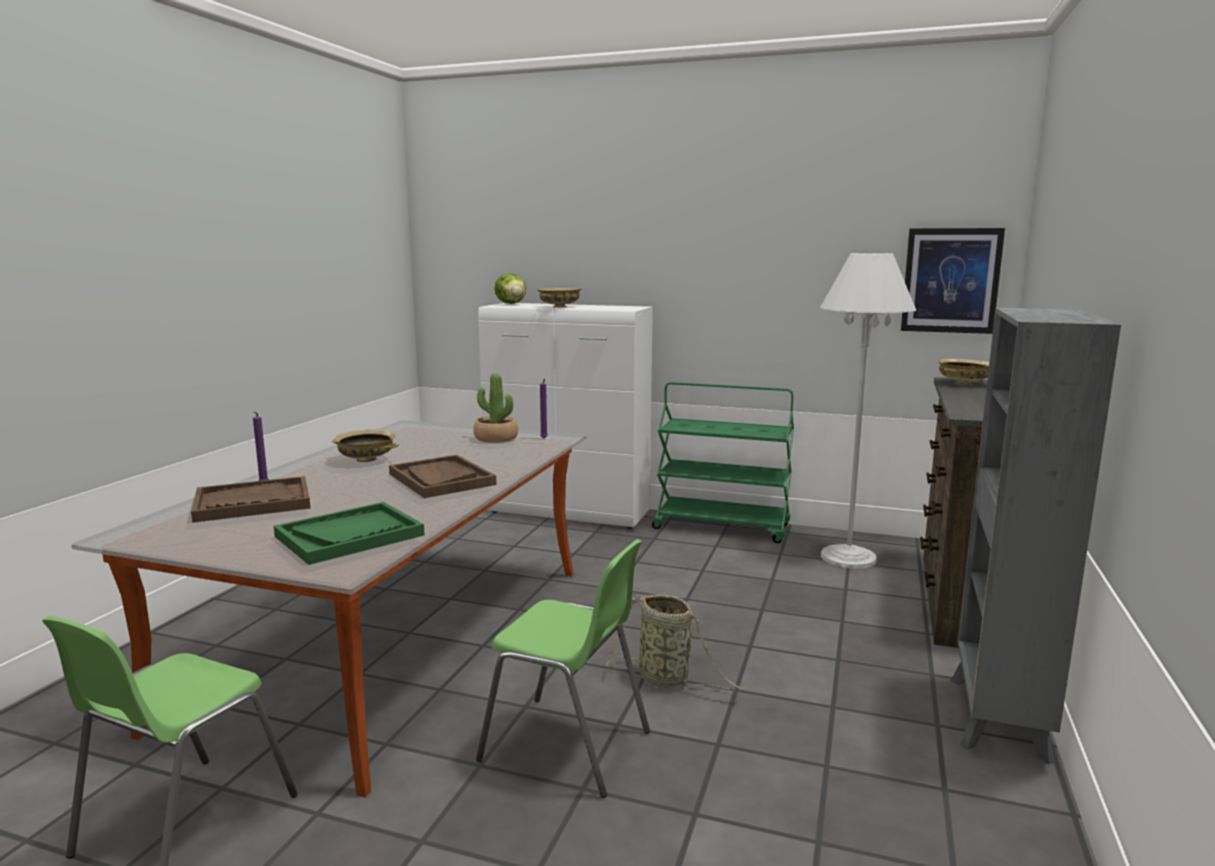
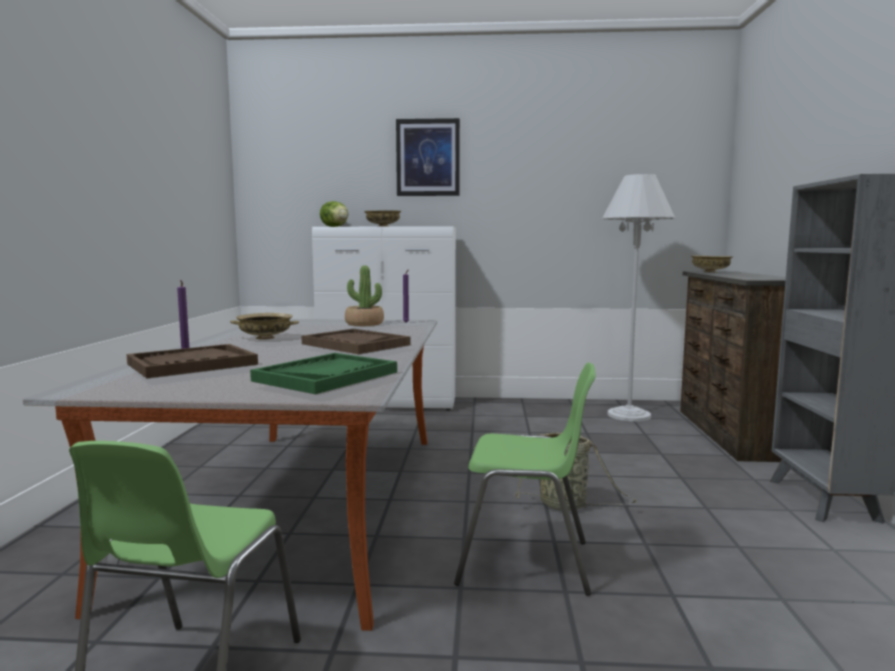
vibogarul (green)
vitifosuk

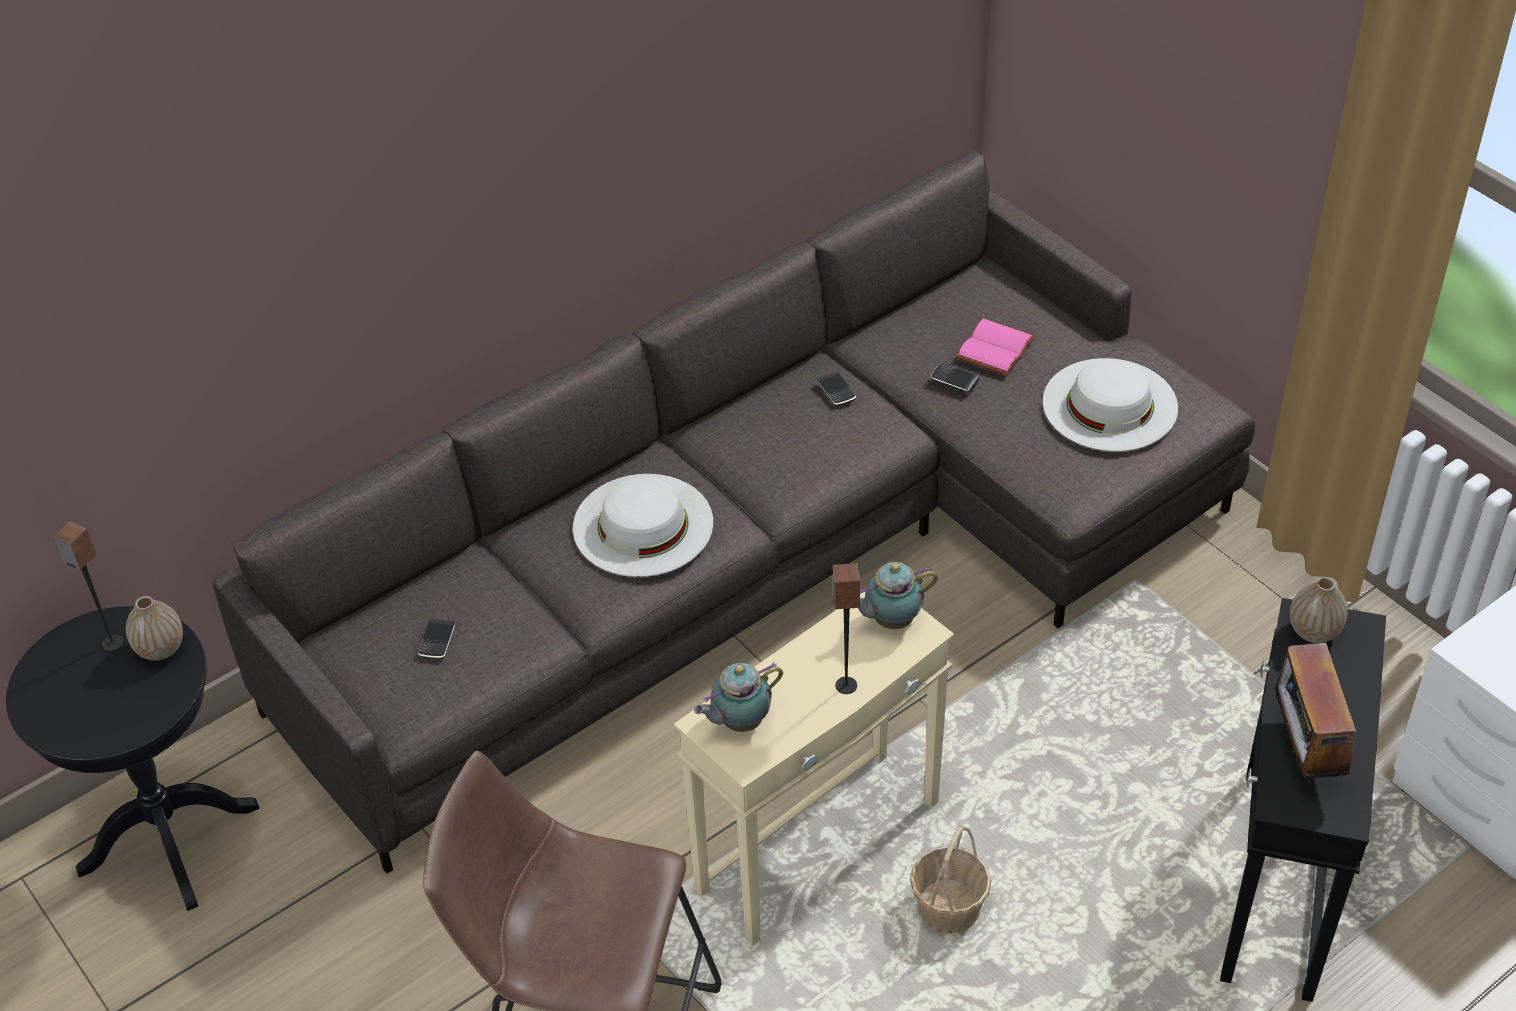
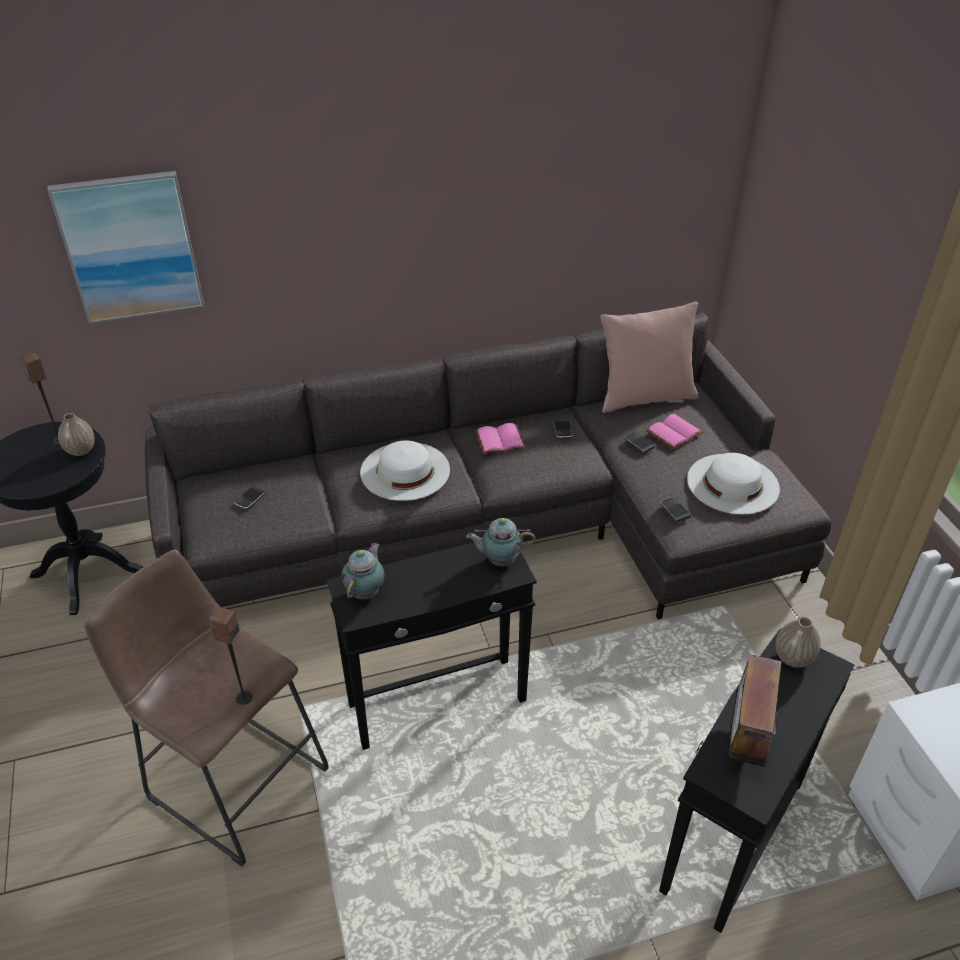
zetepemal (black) (2nd from left)
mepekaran (1st from left)
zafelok (2nd from left)
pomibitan
vitifosuk
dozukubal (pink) (1st from left)
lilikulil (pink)
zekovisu (4th from left)

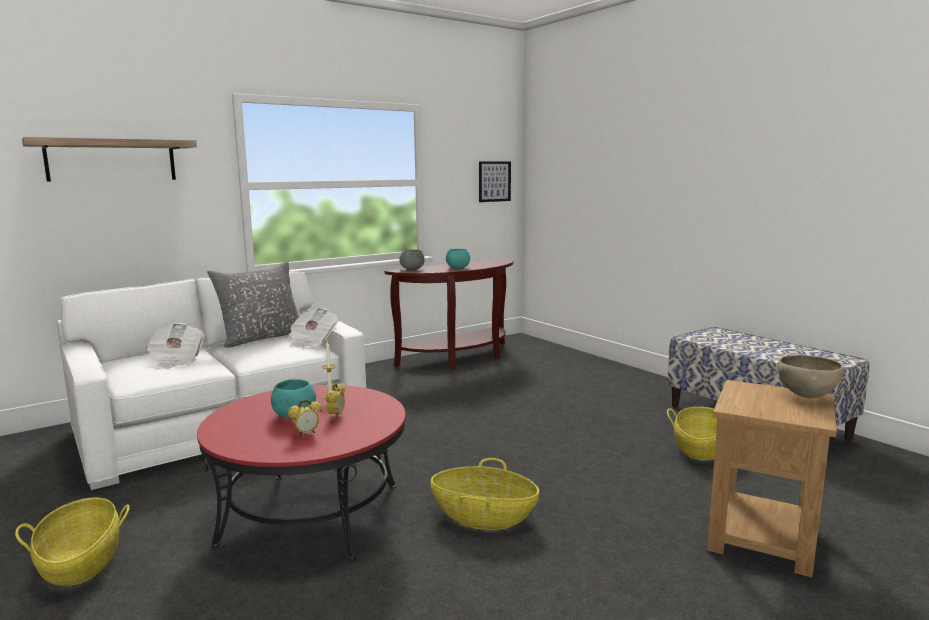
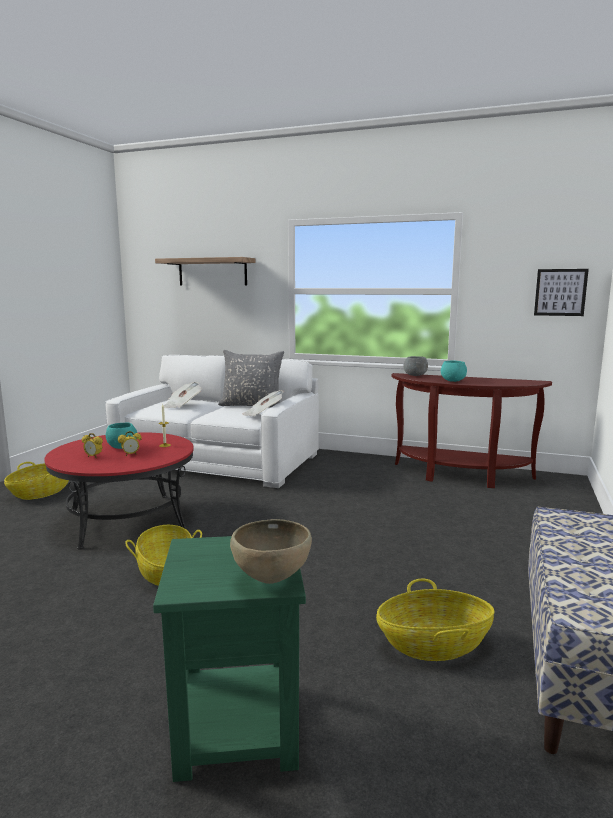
zetepemal (green)

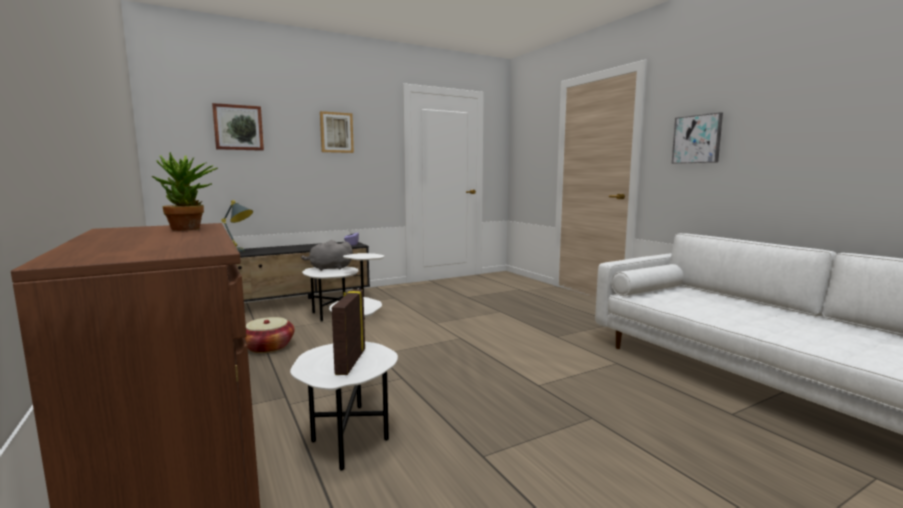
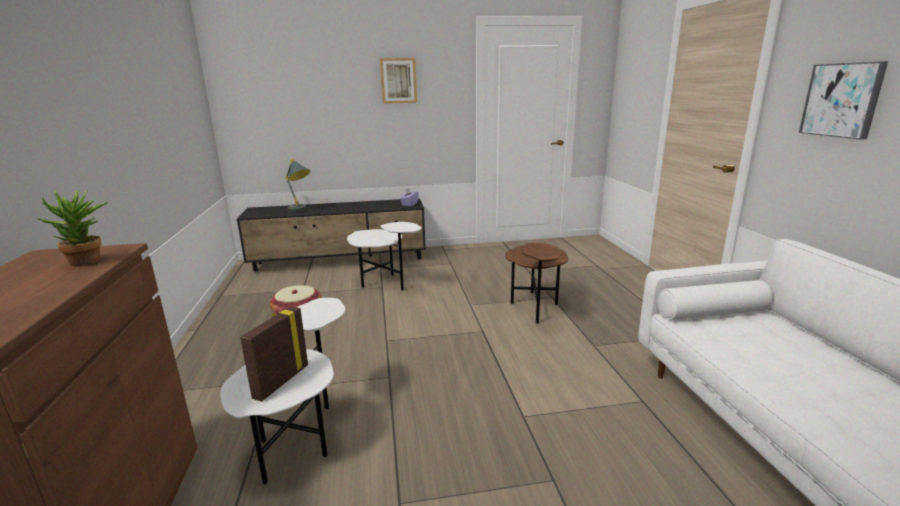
vitifosuk (1st from left in the first image)
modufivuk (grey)
zetepemal (brown)

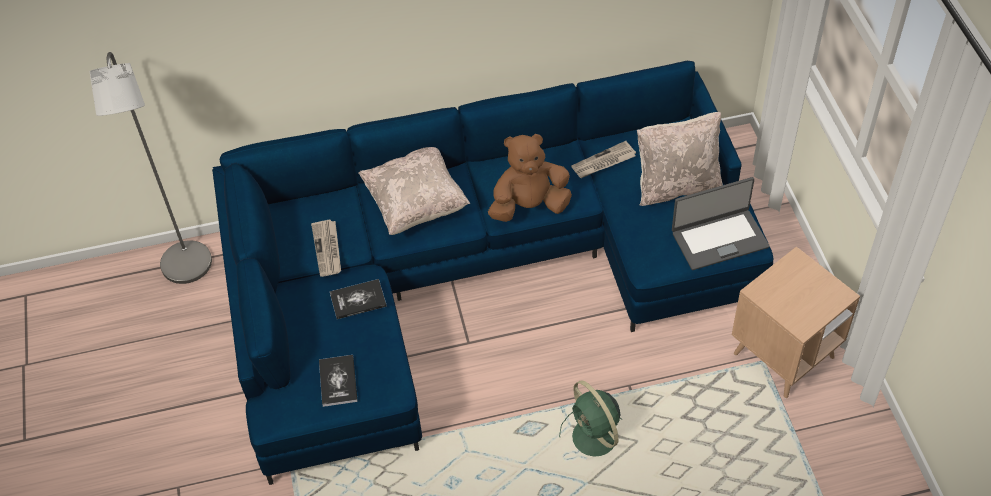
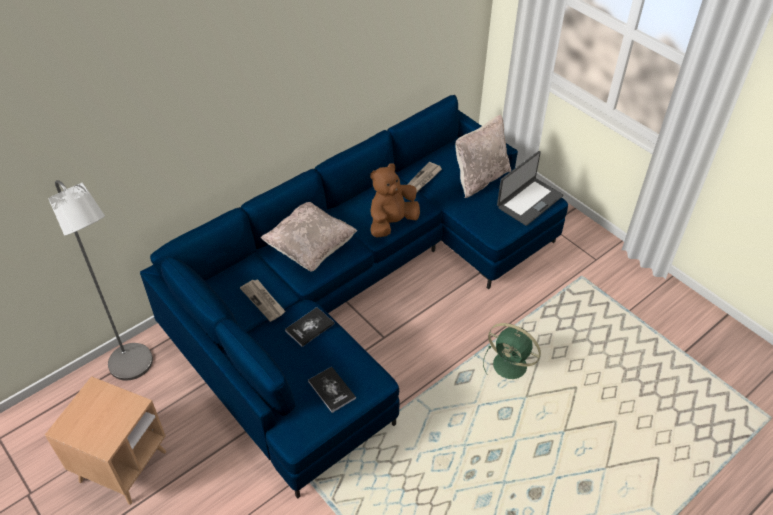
zetepemal (brown)

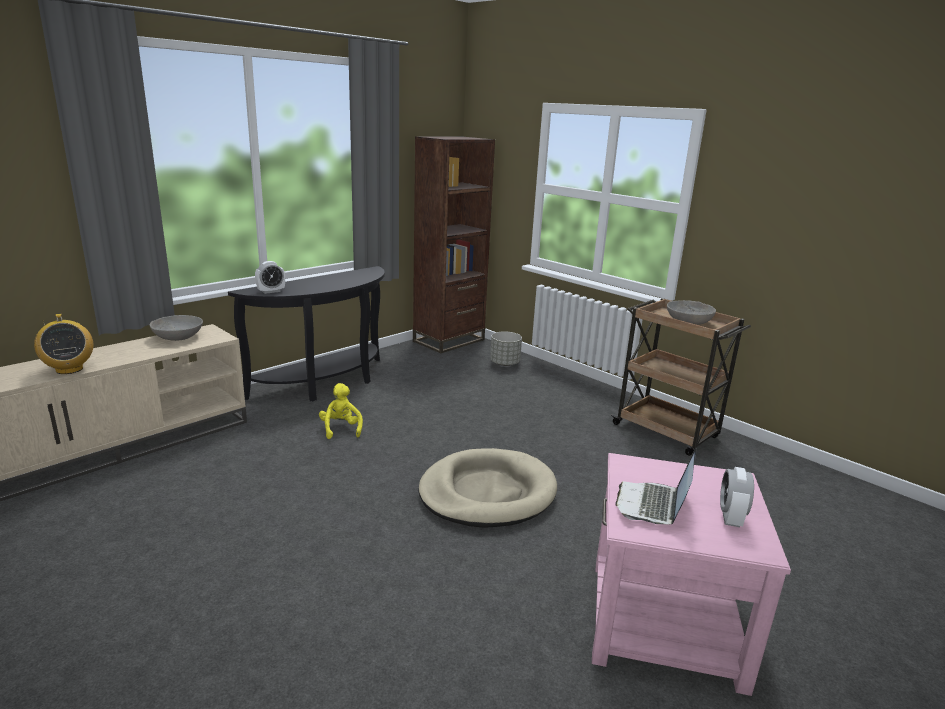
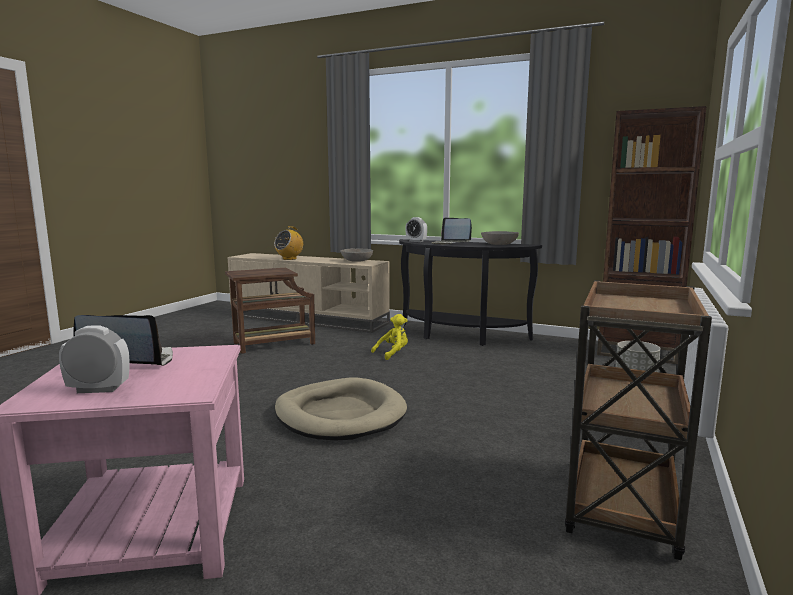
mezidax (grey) (2nd from left)
zetepemal (brown)
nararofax (2nd from left)

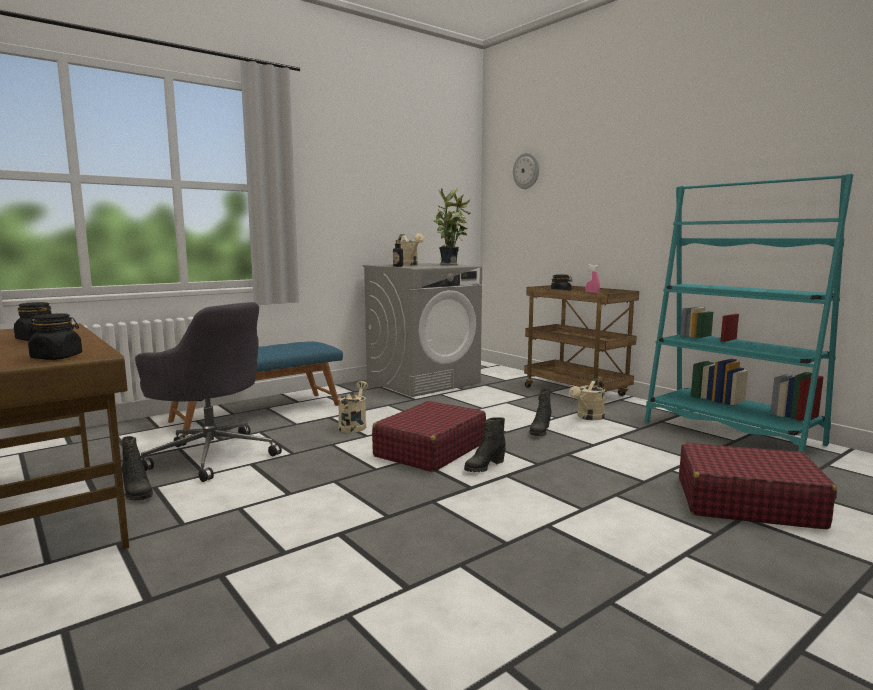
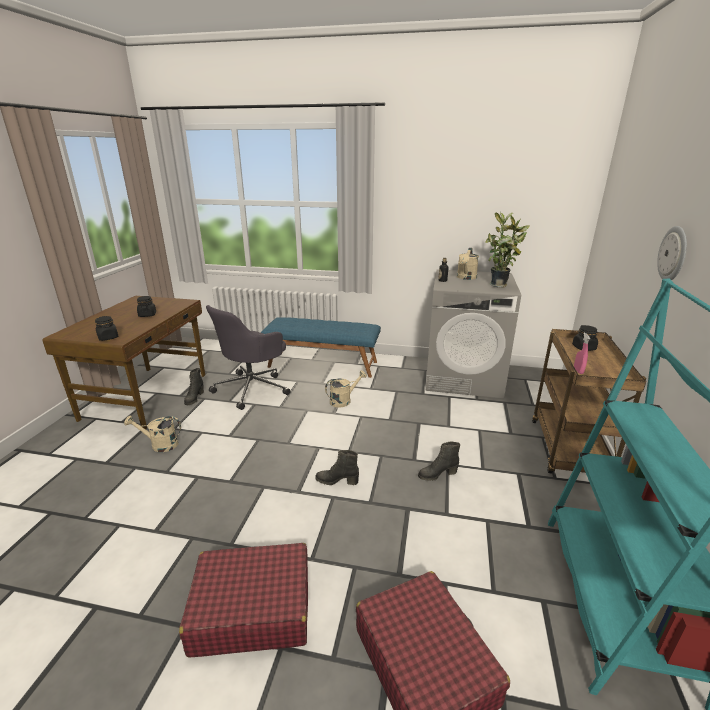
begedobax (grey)
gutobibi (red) (1st from left)
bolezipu
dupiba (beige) (1st from left)

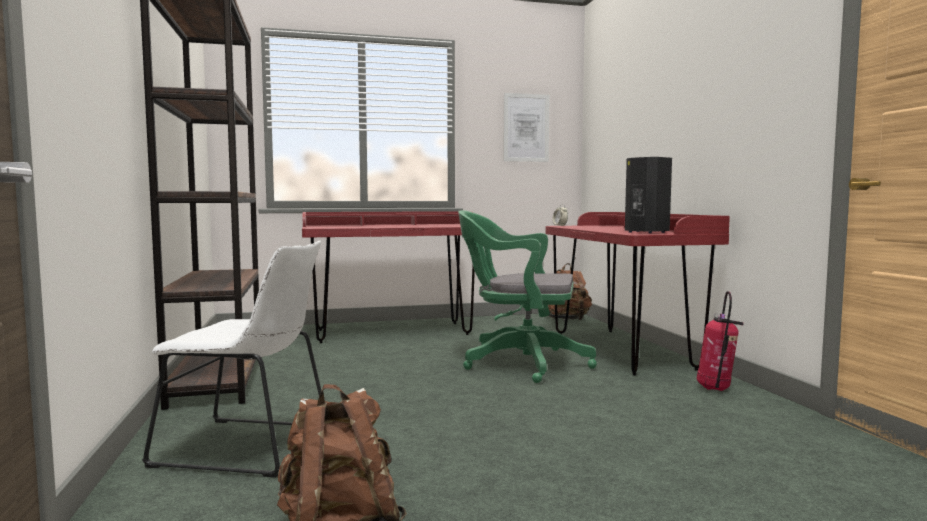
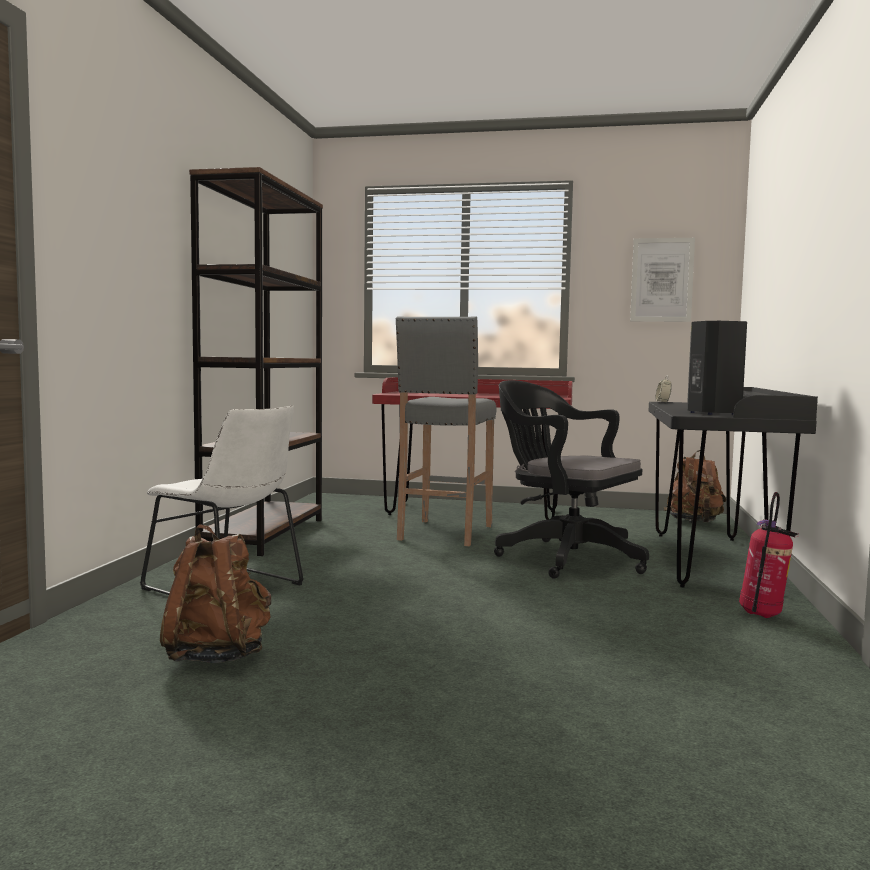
begedobax (black)
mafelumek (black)
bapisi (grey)

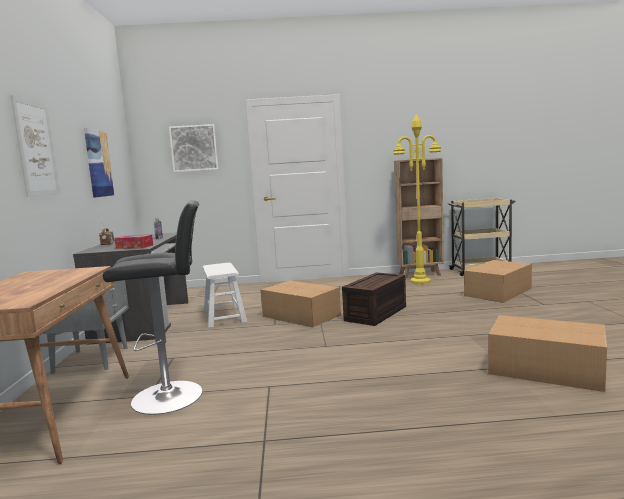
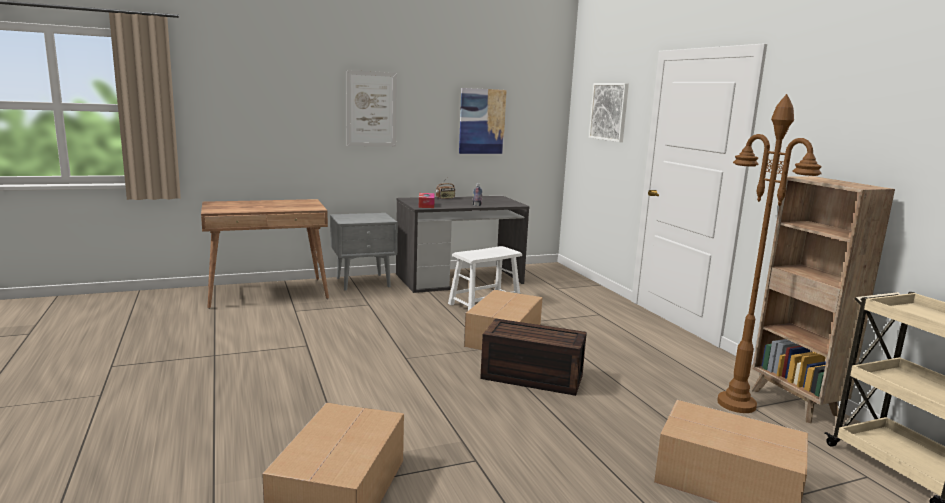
bapisi (black)
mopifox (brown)

